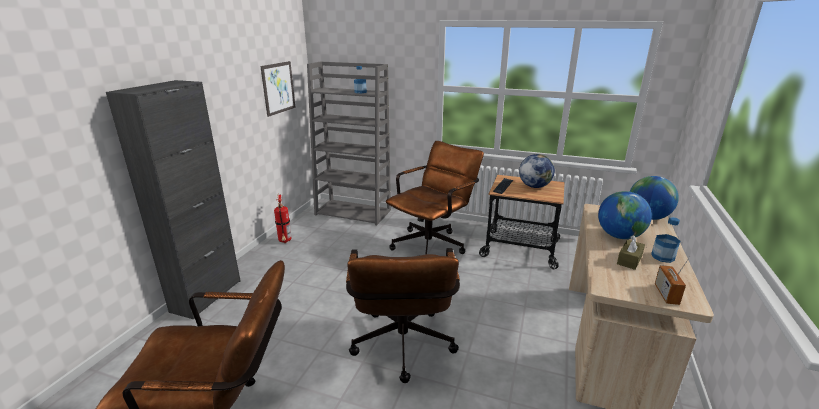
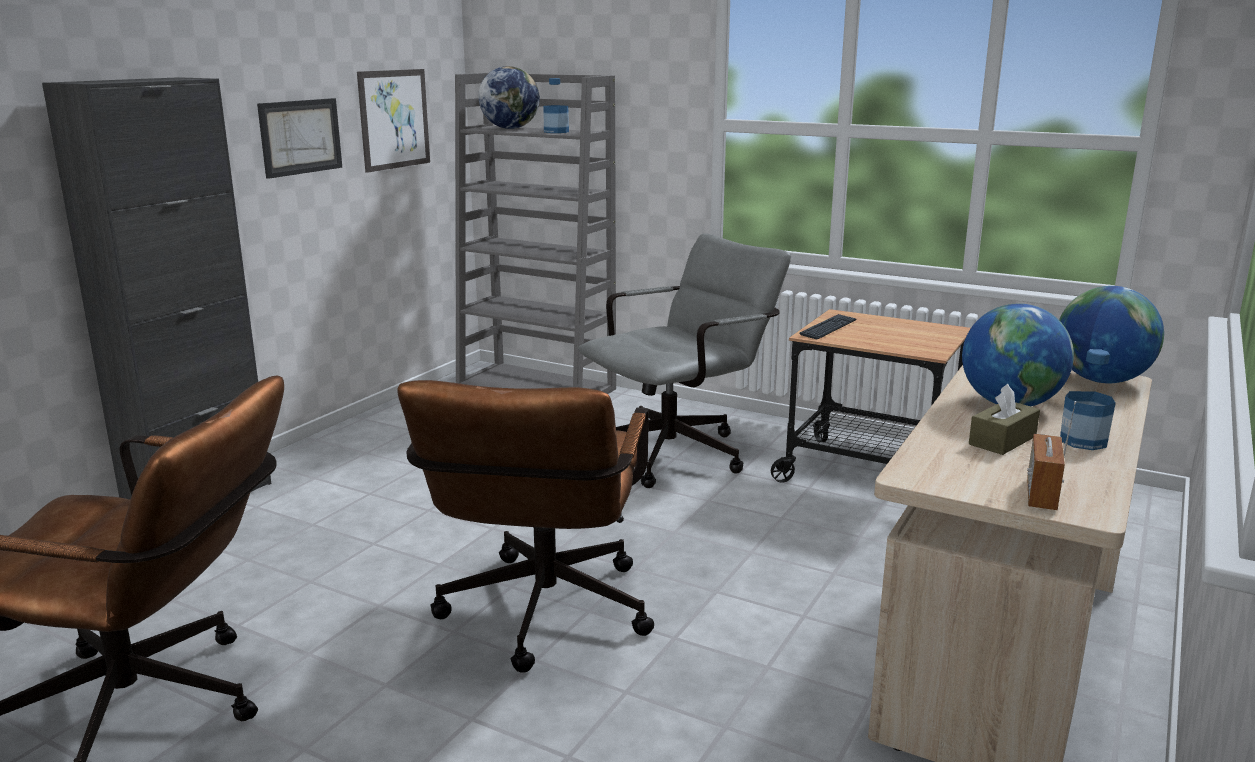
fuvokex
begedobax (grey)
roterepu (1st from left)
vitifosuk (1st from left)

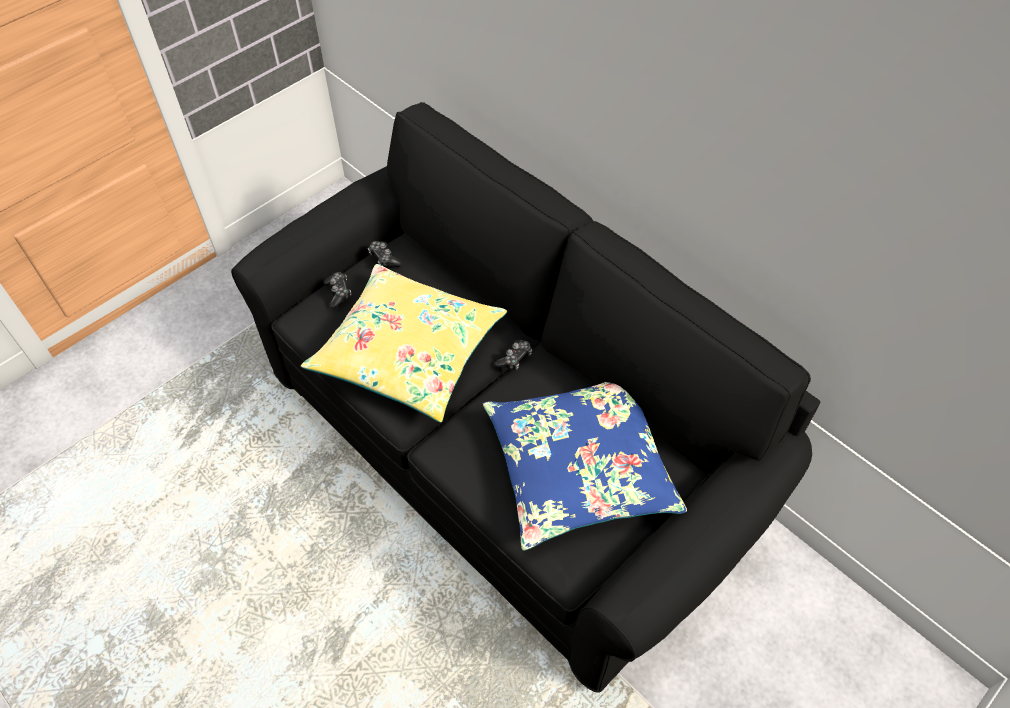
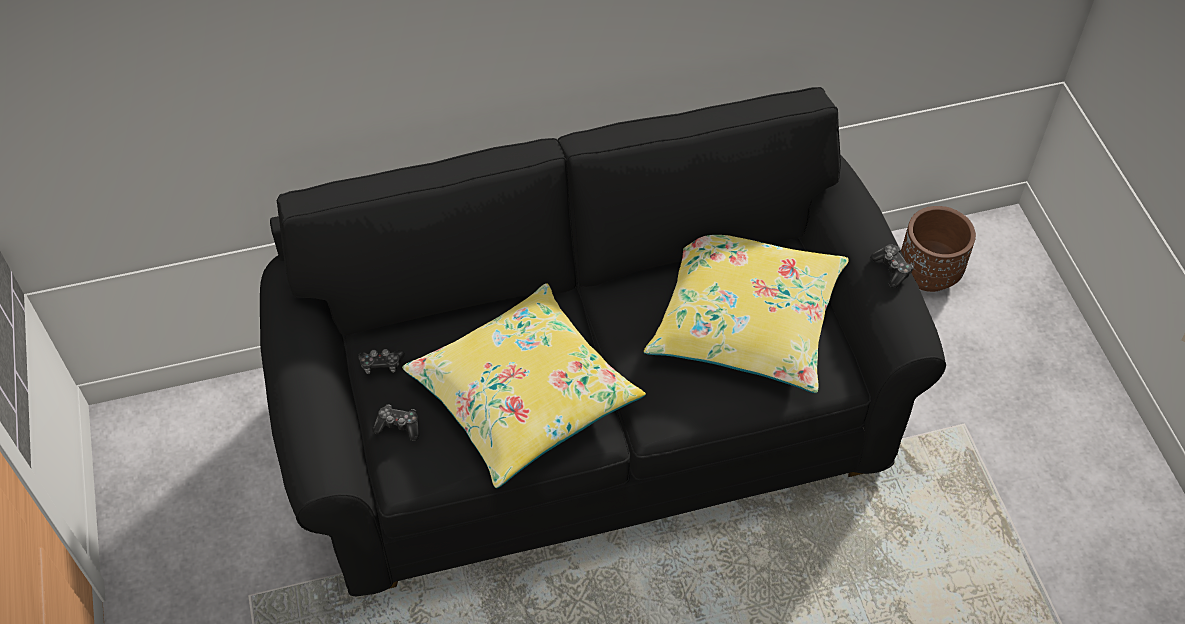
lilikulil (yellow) (2nd from left)
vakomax (3rd from left)
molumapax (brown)

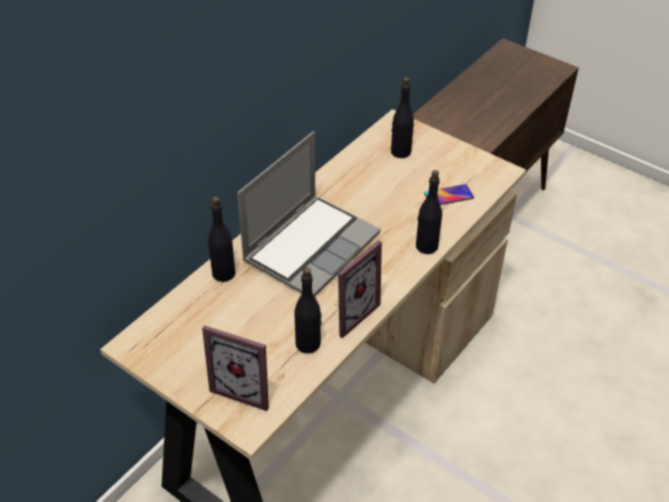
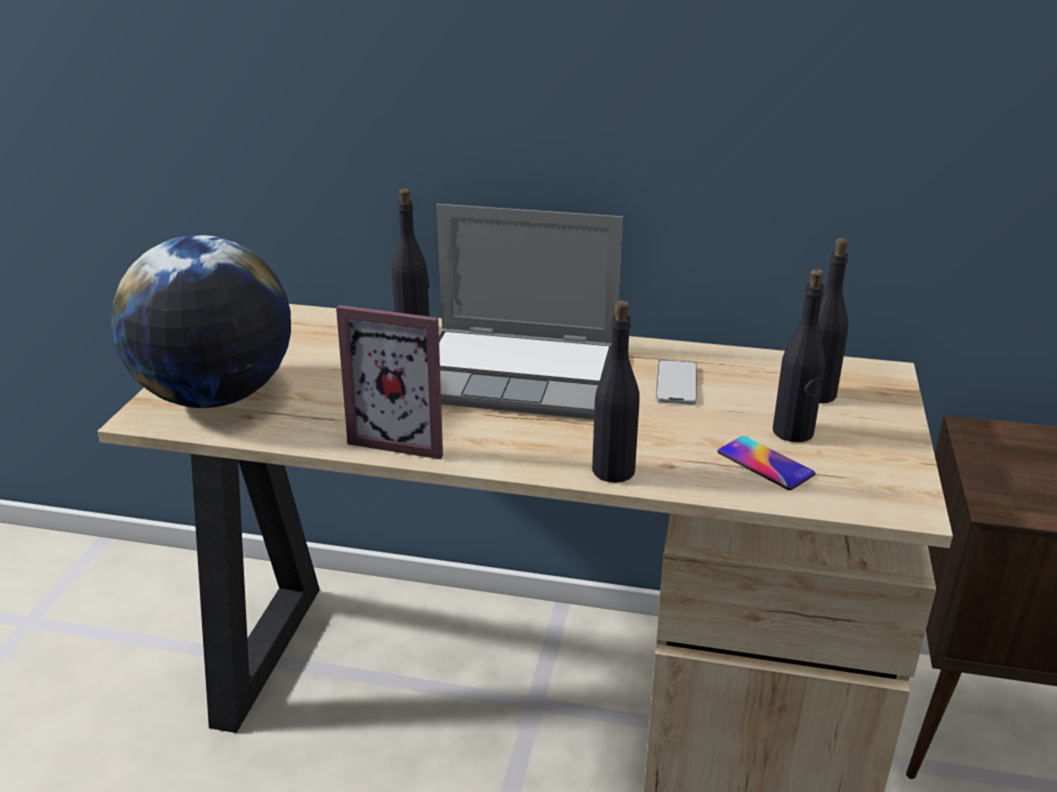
roterepu
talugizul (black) (3rd from left)
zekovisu (1st from left)

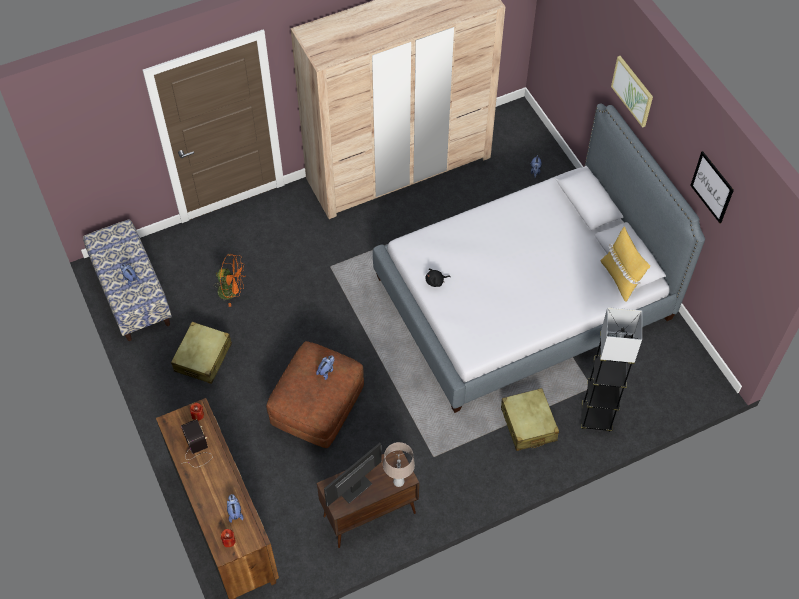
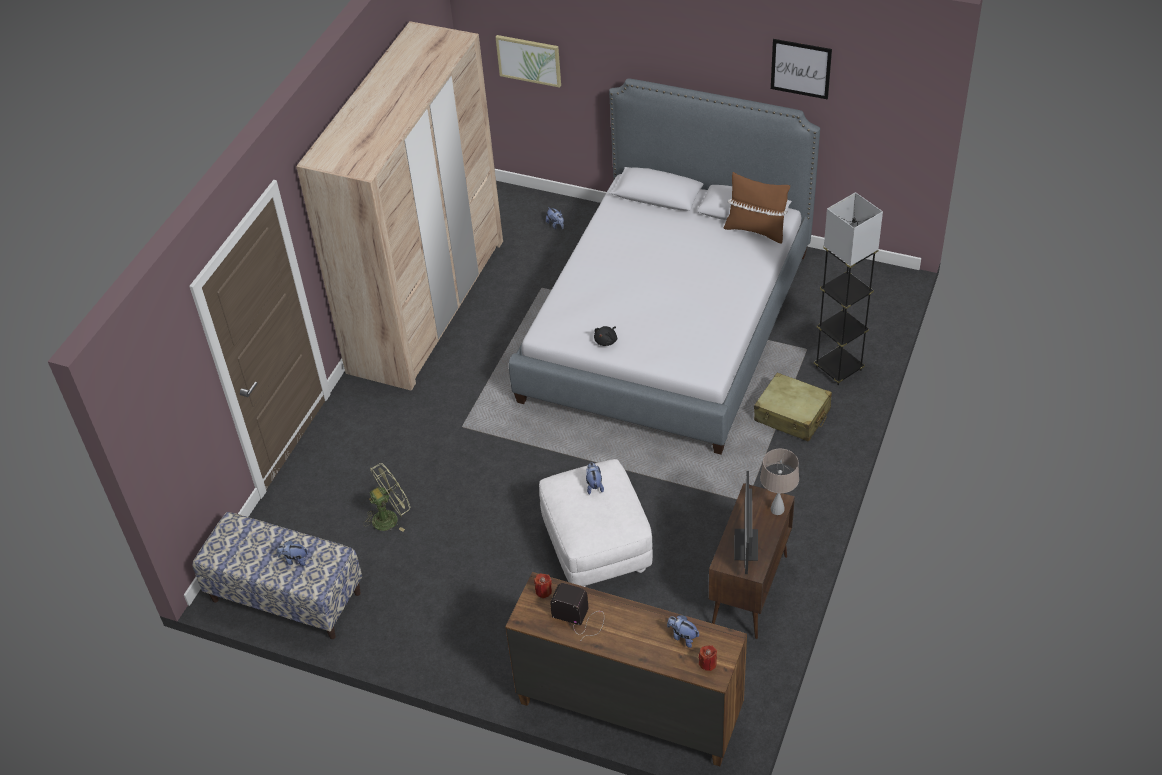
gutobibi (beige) (1st from left in the first image)
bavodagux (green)
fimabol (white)
lilikulil (brown)
vitifosuk (1st from left)

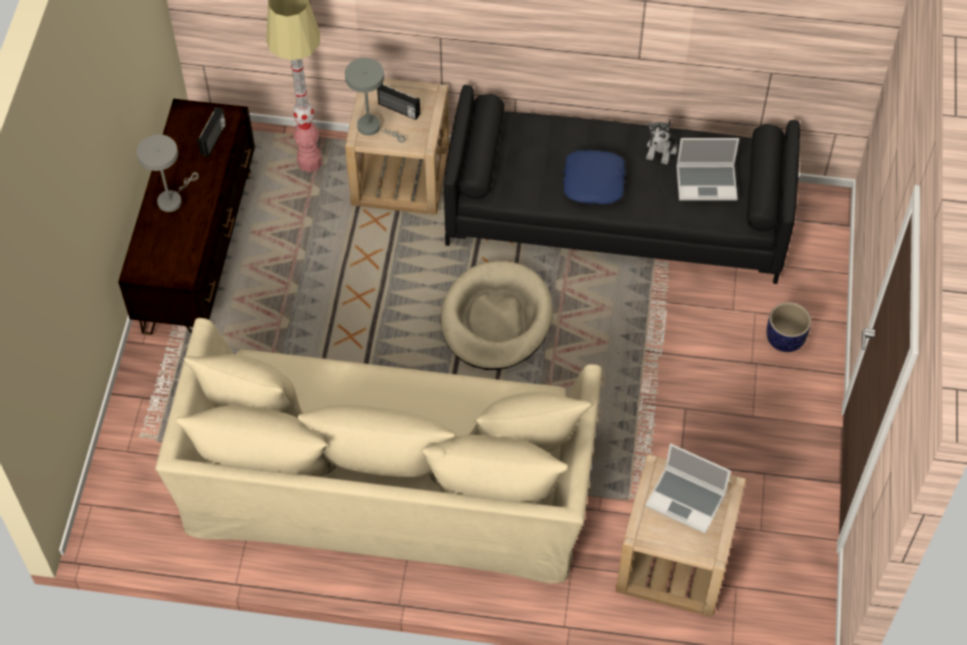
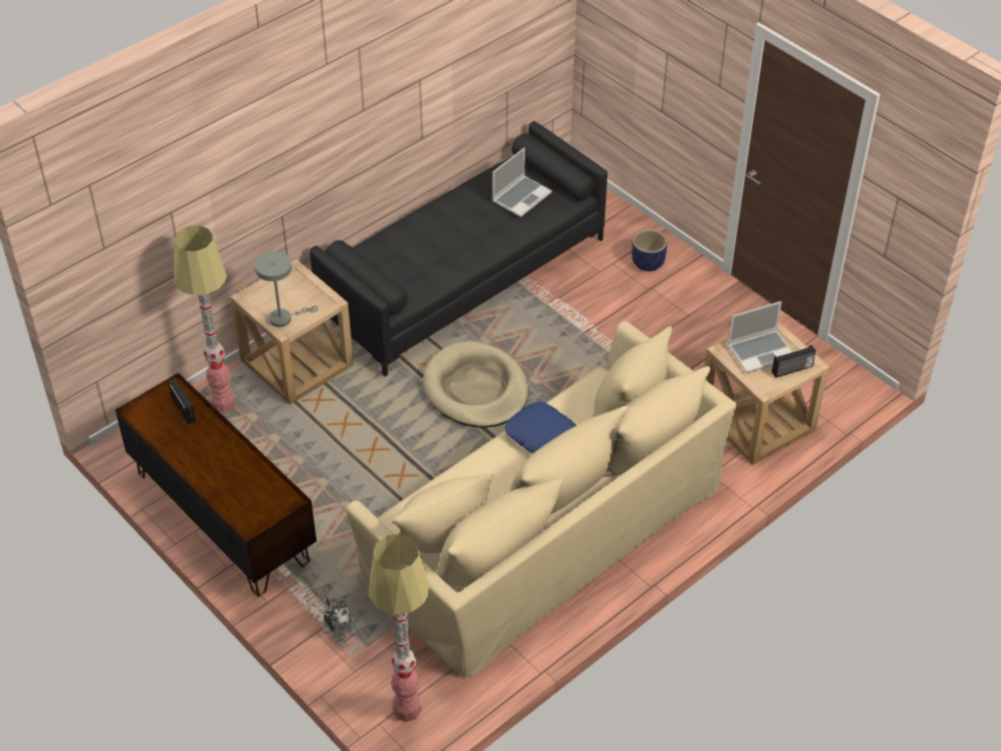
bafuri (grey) (1st from left in the first image)
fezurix (2nd from left)
lilikulil (blue)
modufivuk
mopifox (2nd from left)

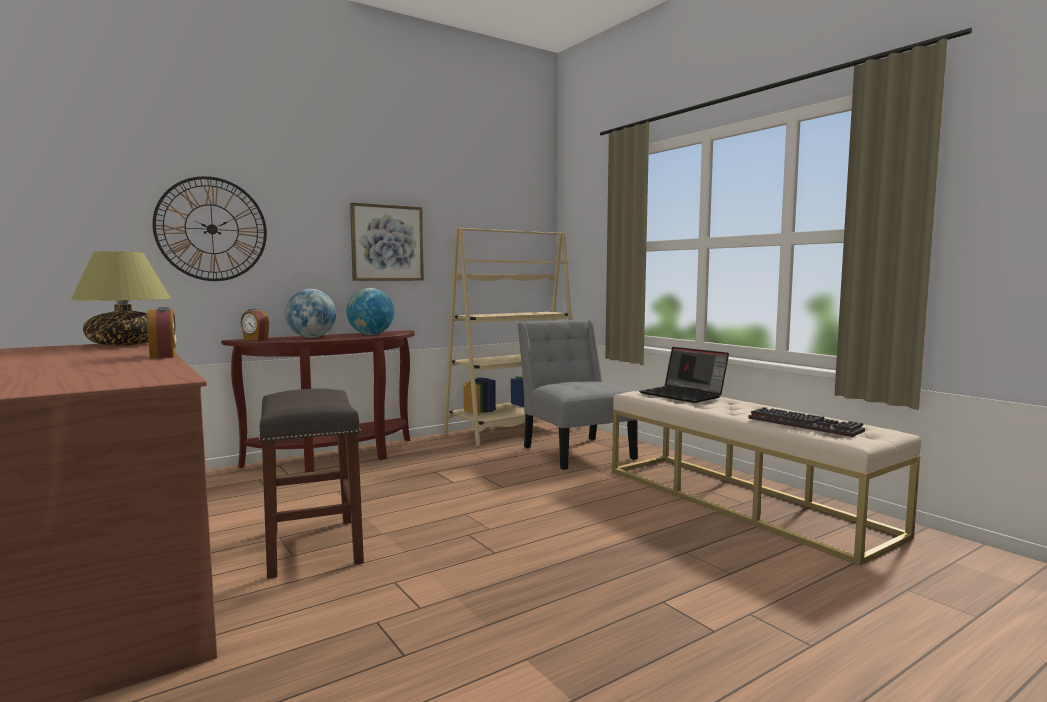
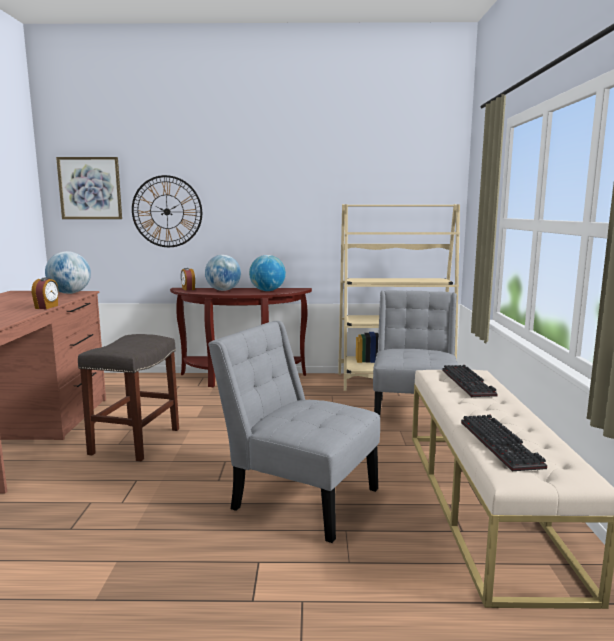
roterepu (1st from left)
vitifosuk
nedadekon (1st from left)
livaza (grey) (1st from left)

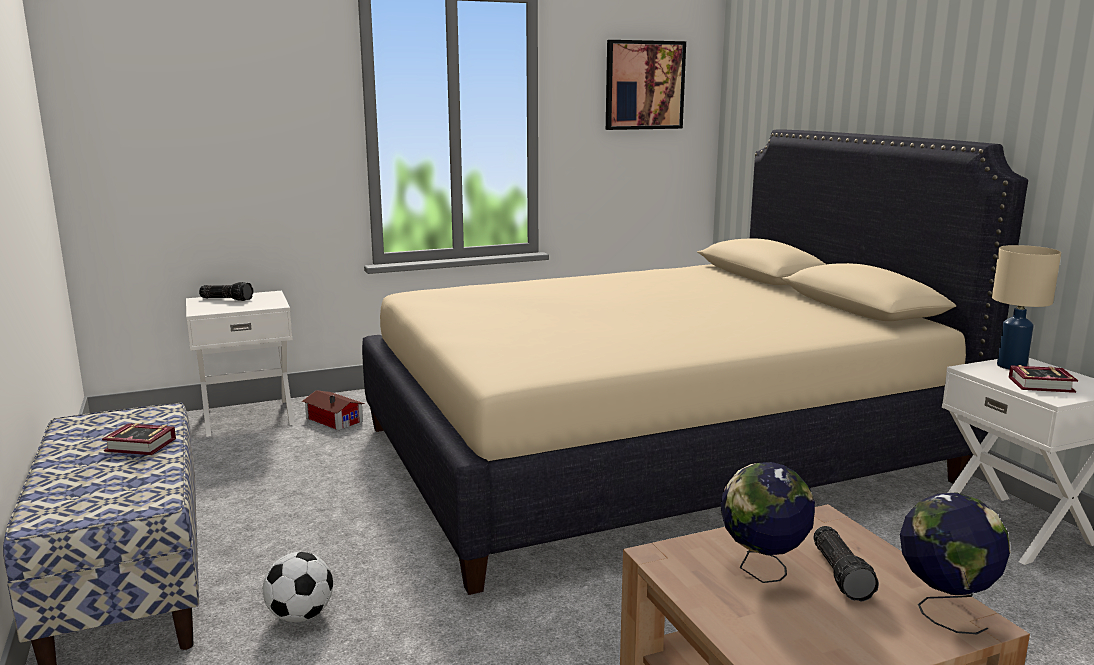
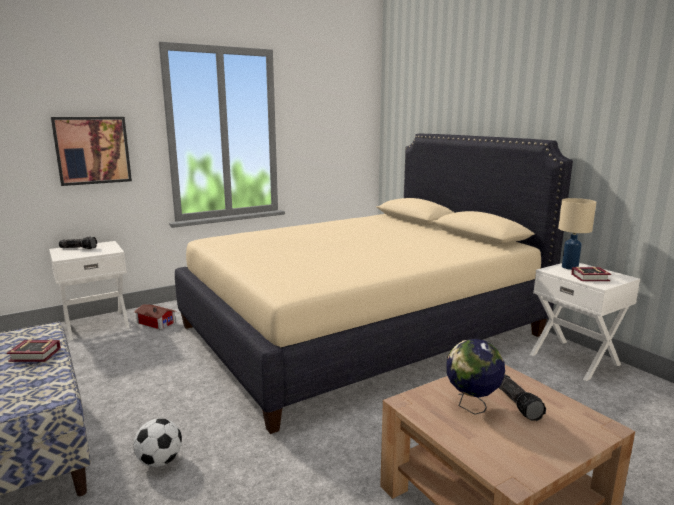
vitifosuk
roterepu (2nd from left in the first image)

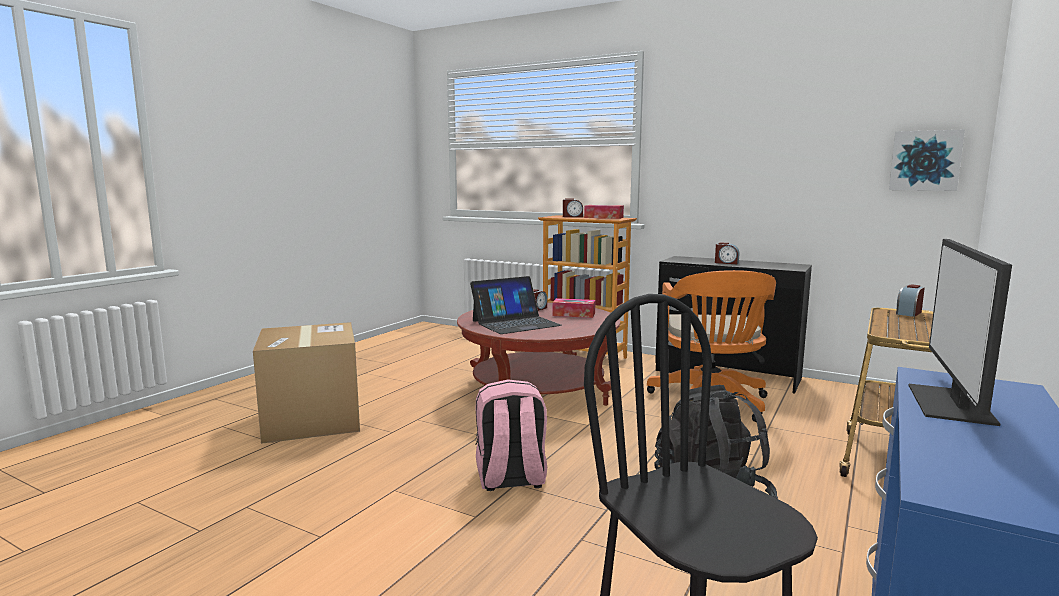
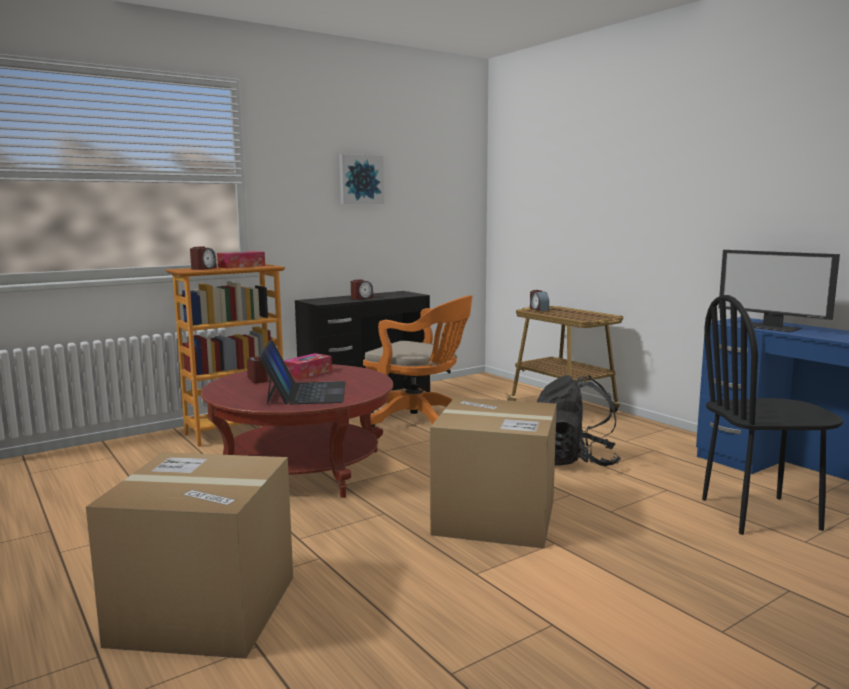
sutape (2nd from left)
vitifosuk

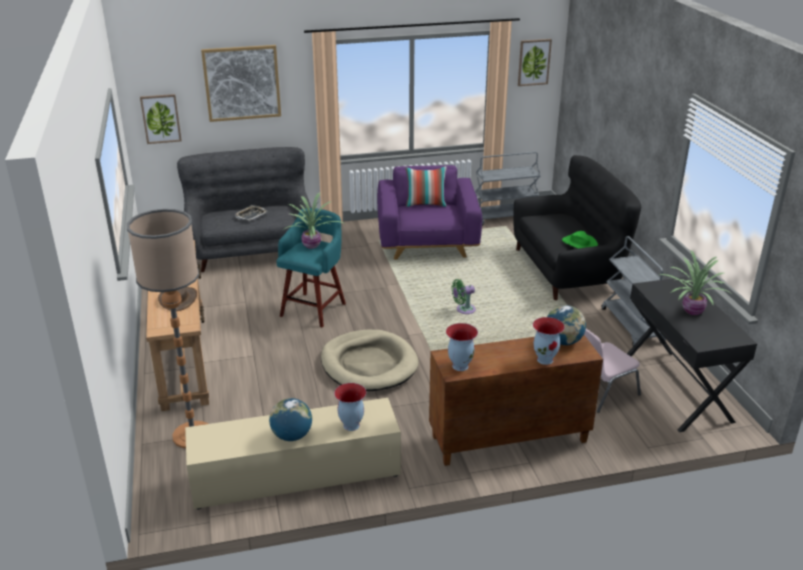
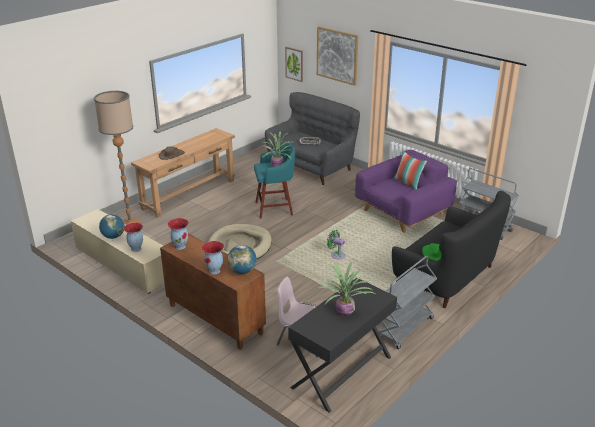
vitifosuk (3rd from left in the first image)

